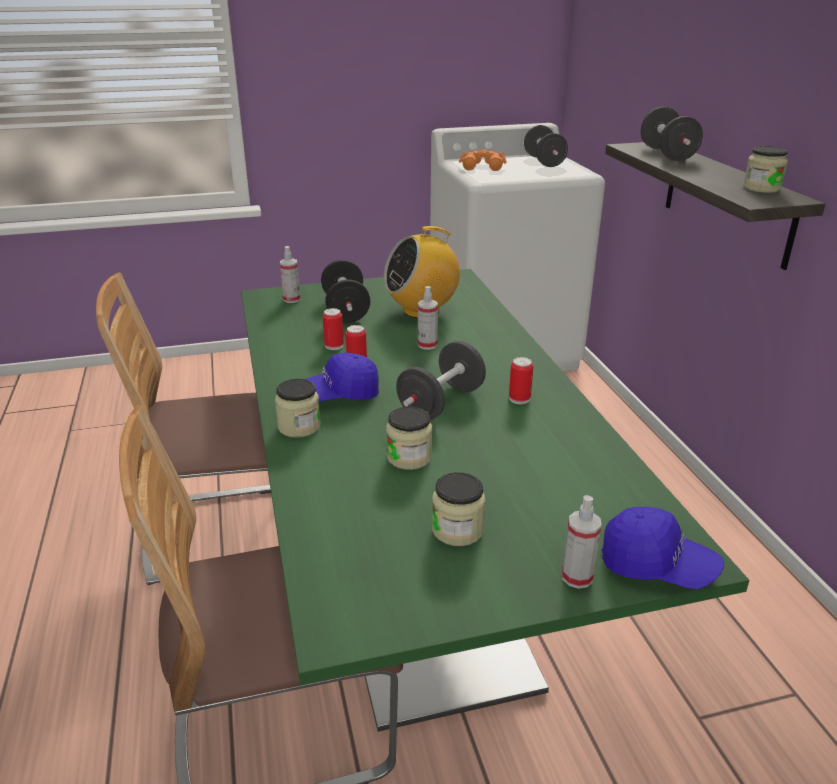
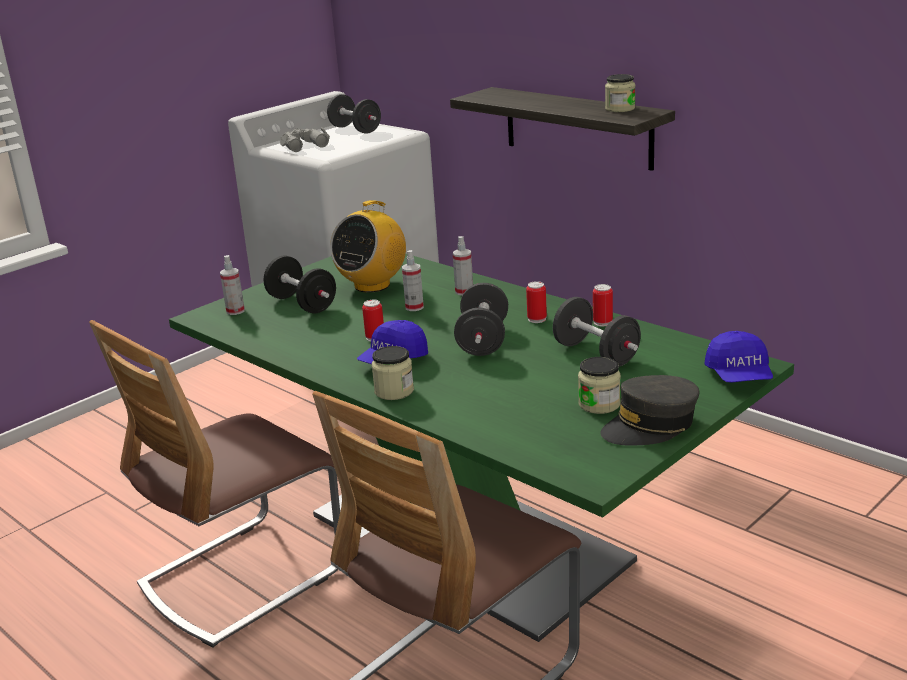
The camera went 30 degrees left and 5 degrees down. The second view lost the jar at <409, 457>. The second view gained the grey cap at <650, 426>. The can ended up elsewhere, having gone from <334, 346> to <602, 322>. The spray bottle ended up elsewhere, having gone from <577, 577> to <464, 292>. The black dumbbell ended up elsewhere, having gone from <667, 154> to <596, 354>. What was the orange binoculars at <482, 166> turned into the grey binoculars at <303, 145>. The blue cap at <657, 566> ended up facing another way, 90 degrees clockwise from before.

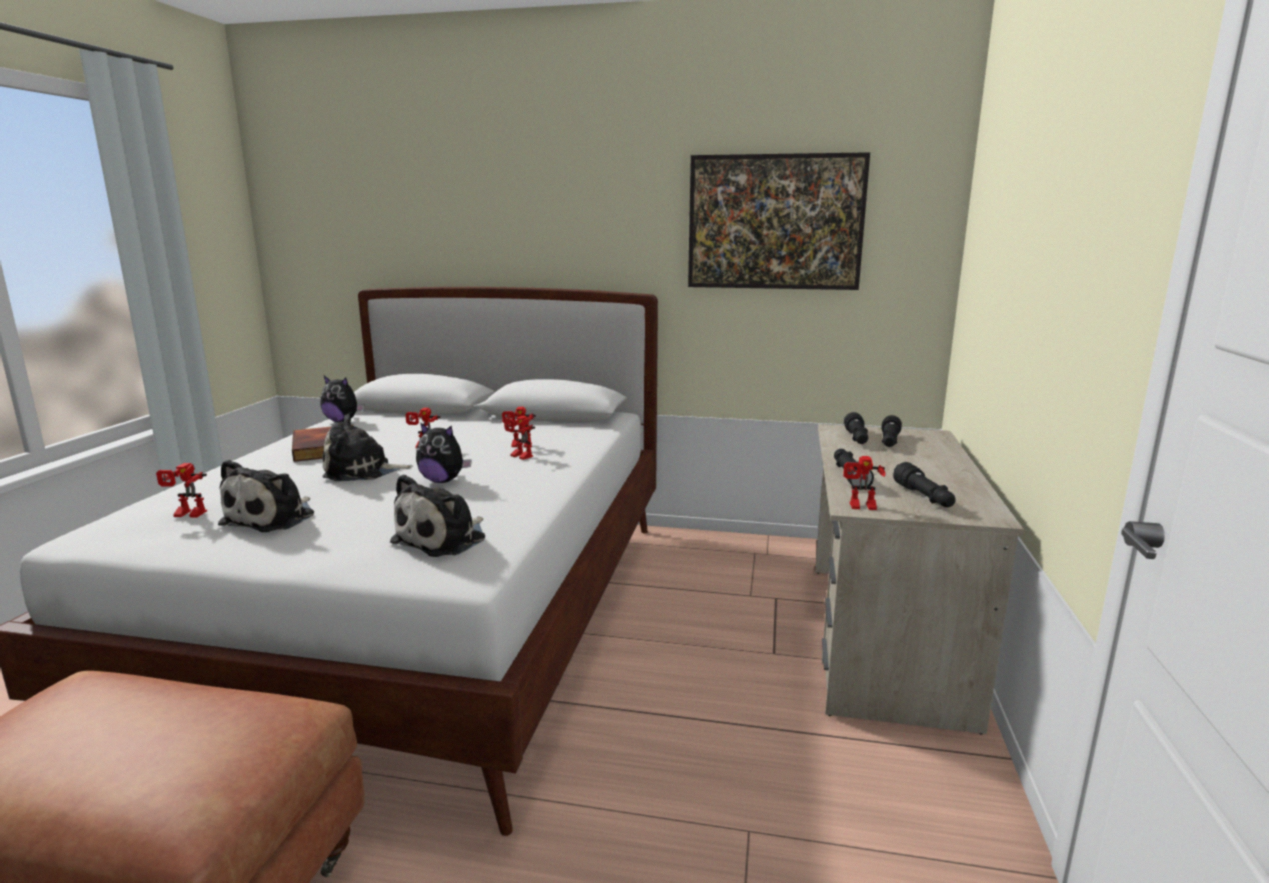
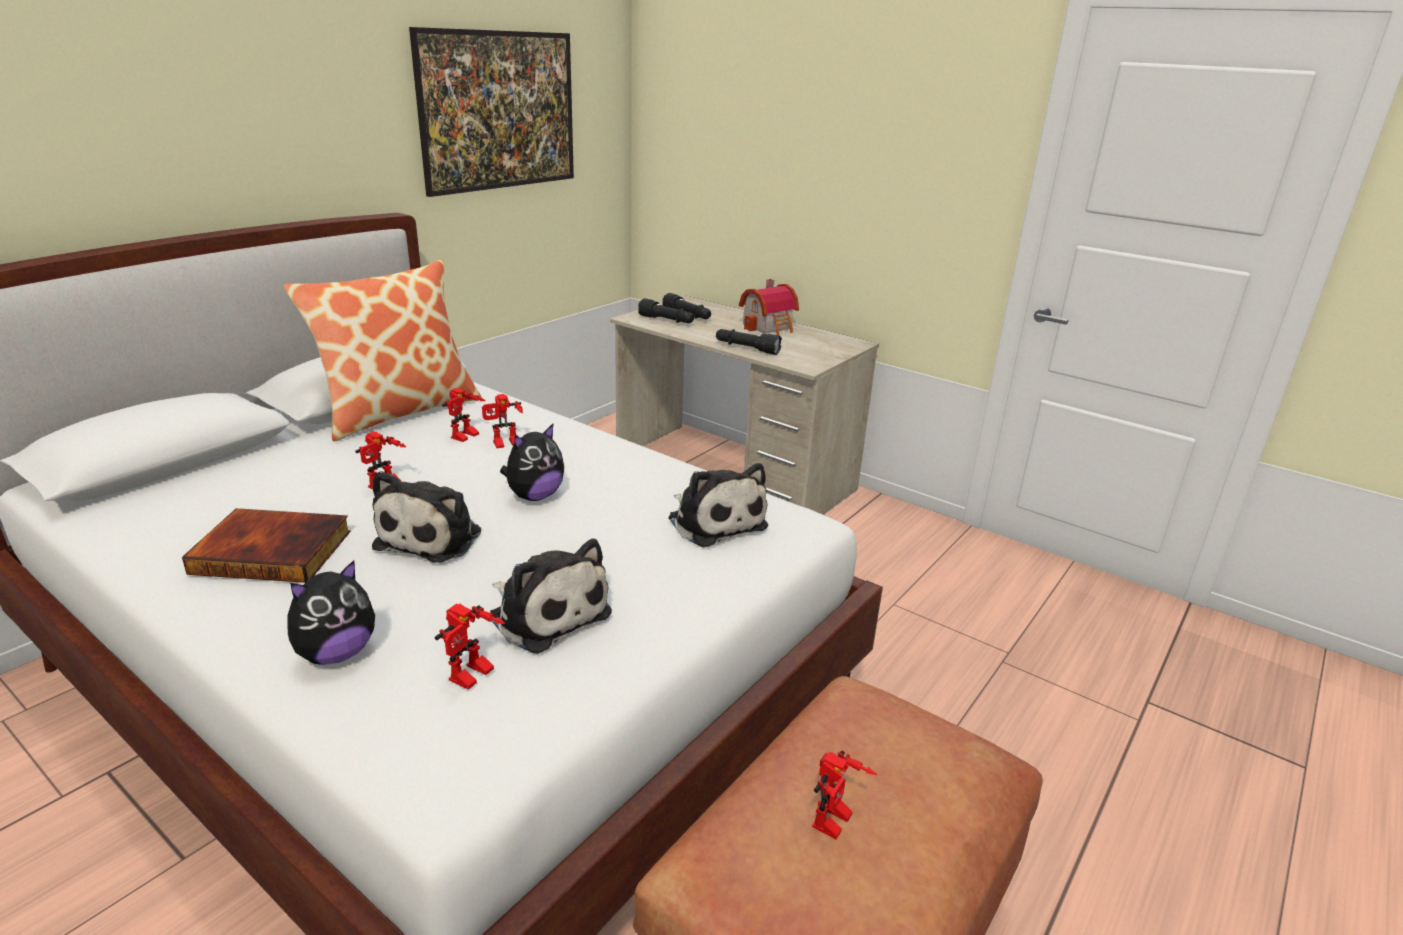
The camera went 65 degrees left and 10 degrees up. The second view lost the black flashlight at <924, 497>. The second view gained the pillow at <398, 411>. The second view gained the toy house at <770, 327>. The plush toy ended up elsewhere, having gone from <342, 421> to <336, 654>. The toy robot ended up elsewhere, having gone from <861, 507> to <836, 825>.

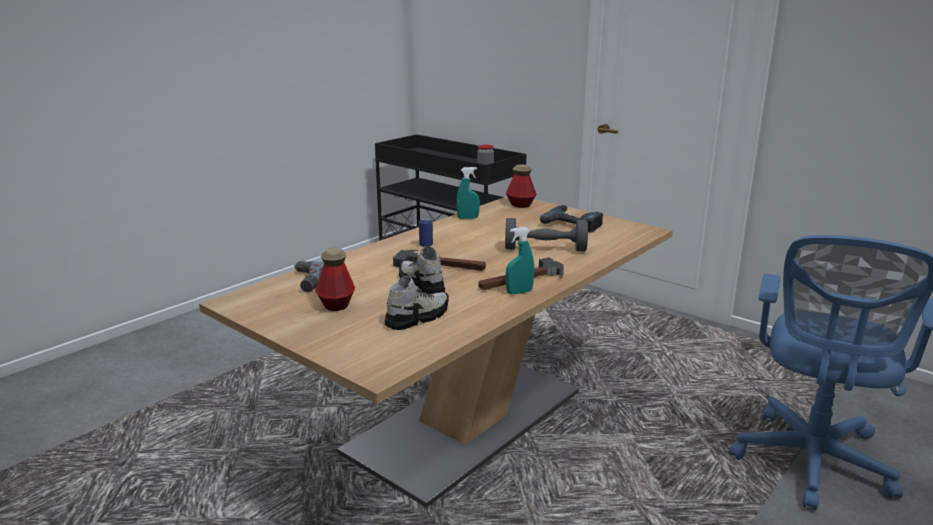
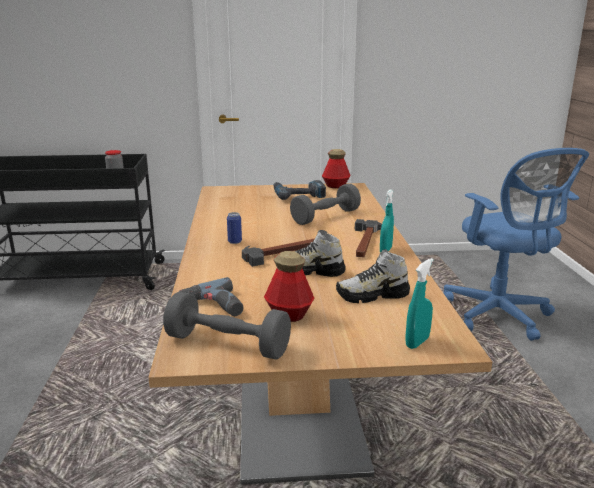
The camera went 45 degrees left and 0 degrees up. The second view gained the grey dumbbell at <227, 344>. The turquoise spray bottle ended up elsewhere, having gone from <468, 218> to <417, 342>. The bottle ended up elsewhere, having gone from <520, 205> to <335, 186>. The shoe at <417, 318> ended up facing another way, 105 degrees counterclockwise from before.

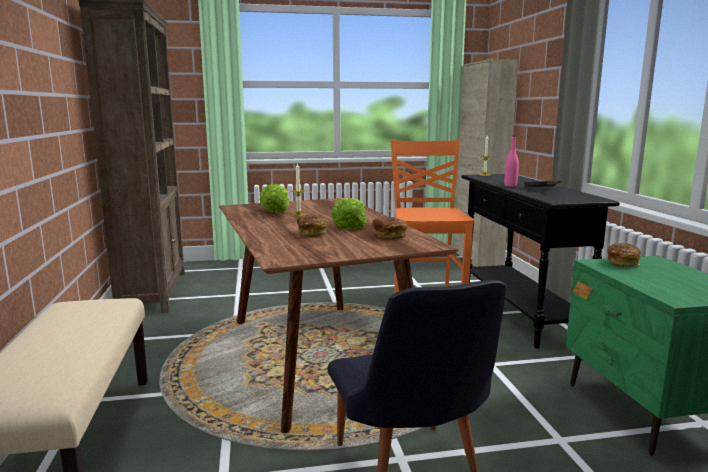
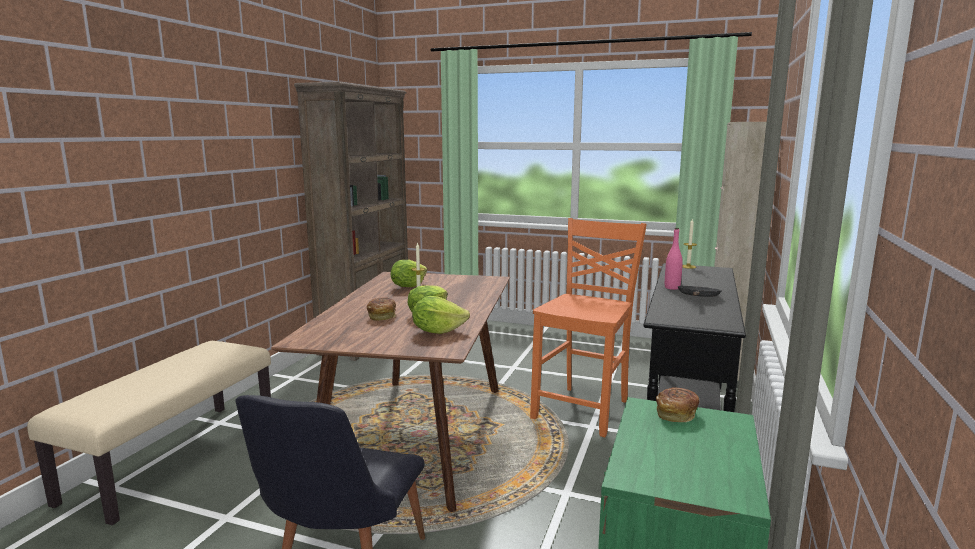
The camera went 30 degrees right and 0 degrees up. Where the bread stood at <388, 236>, the lettuce came to stand at <437, 331>.

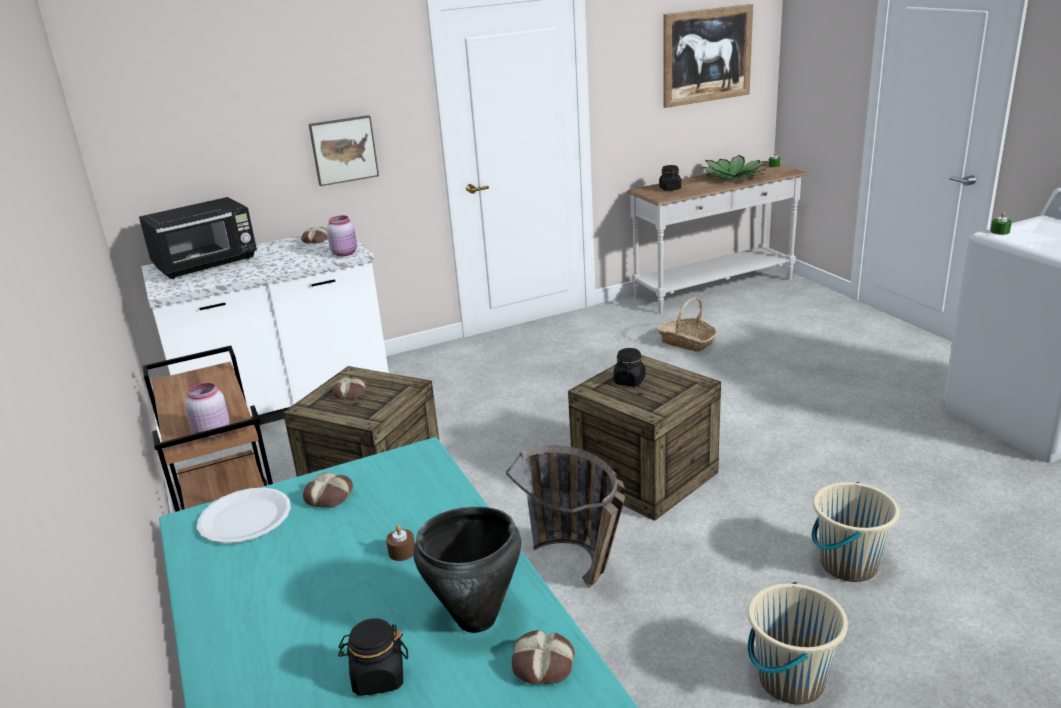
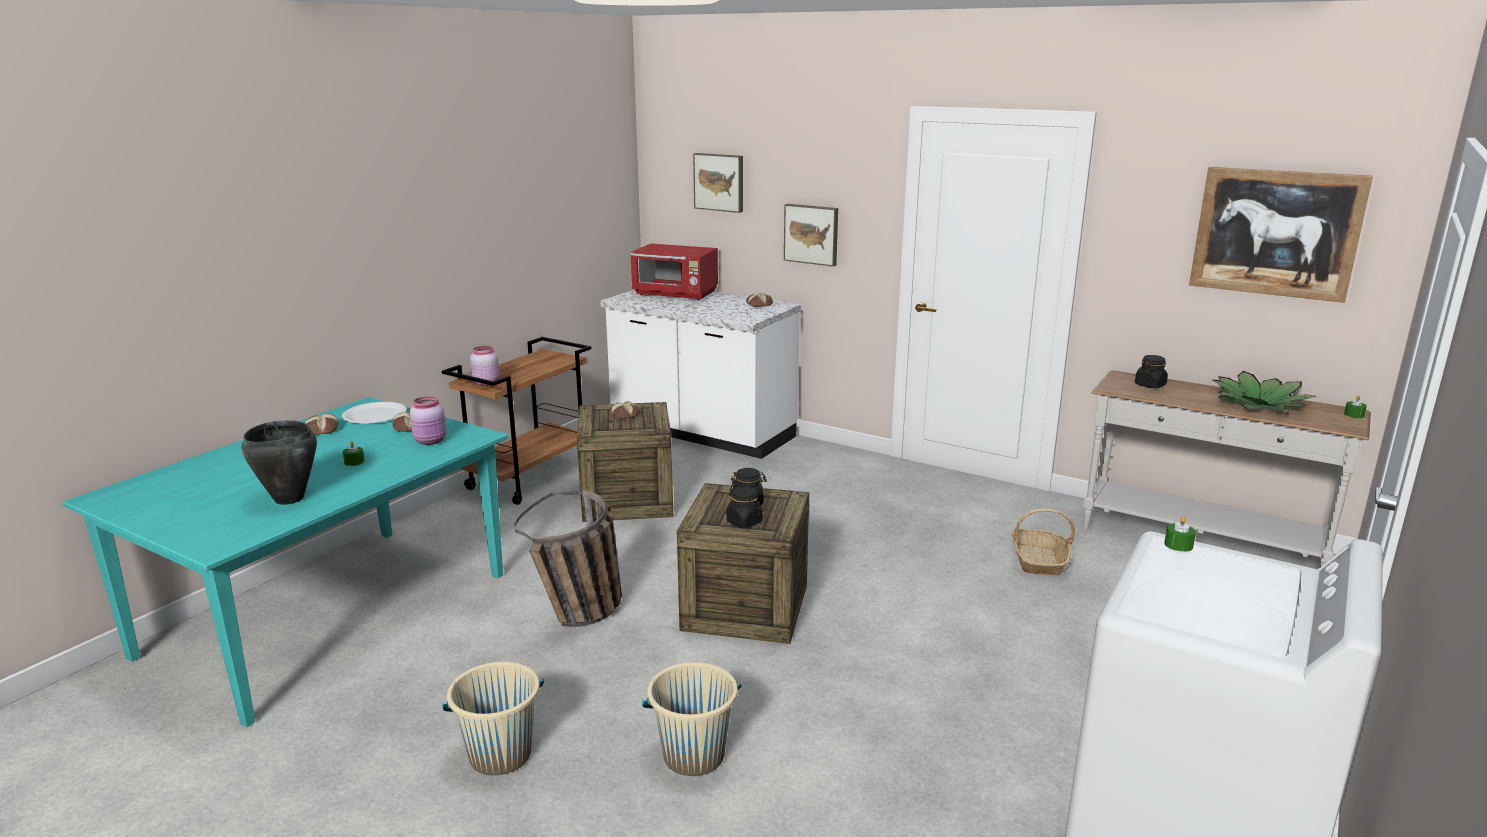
The camera went 55 degrees right and 5 degrees down. The second view gained the picture at <719, 182>. The pink jar ended up elsewhere, having gone from <345, 253> to <431, 441>. The black jar ended up elsewhere, having gone from <378, 677> to <744, 522>. The bread ended up elsewhere, having gone from <542, 665> to <321, 429>. What was the black microwave at <207, 264> turned into the red microwave at <676, 294>. What was the brown candle at <402, 552> turned into the green candle at <354, 462>.

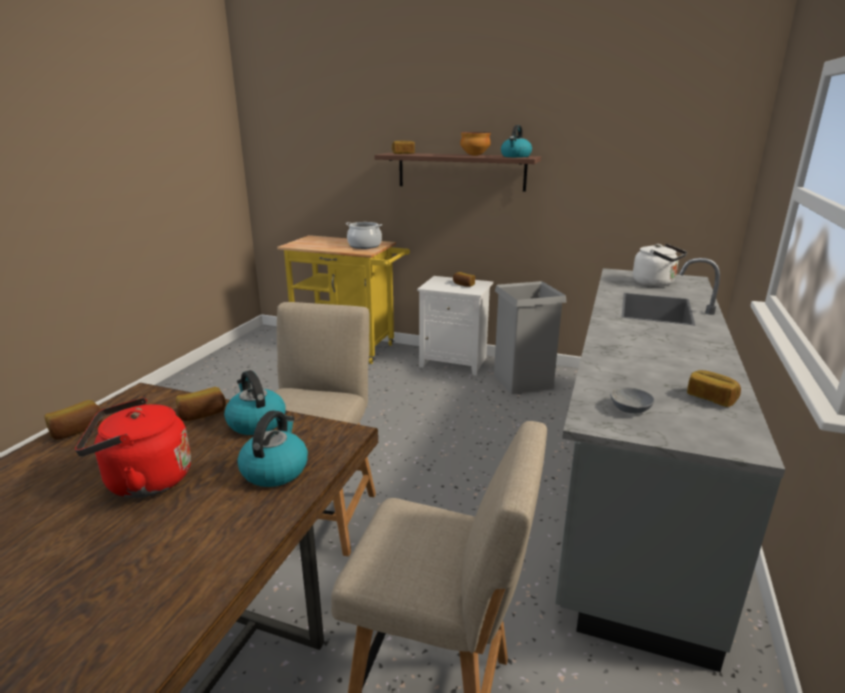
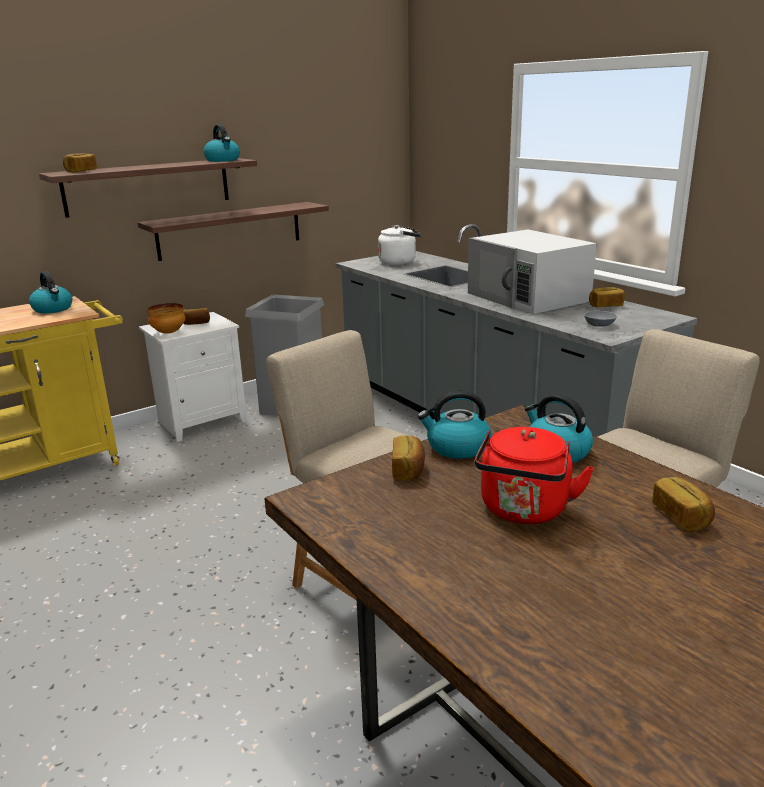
The camera went 55 degrees left and 0 degrees up. The second view gained the shelf at <230, 230>. The second view gained the white microwave at <528, 297>. The bread ended up elsewhere, having gone from <77, 431> to <682, 516>. The bowl ended up elsewhere, having gone from <474, 155> to <169, 333>. Where the cooking pot stood at <364, 246>, the kettle came to stand at <53, 309>.

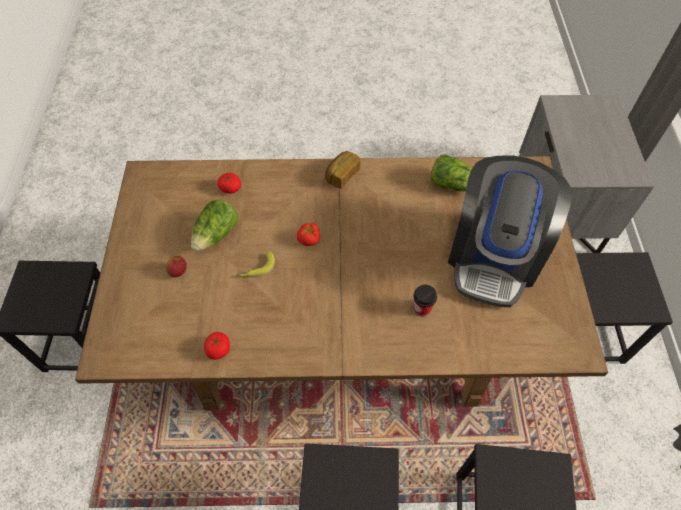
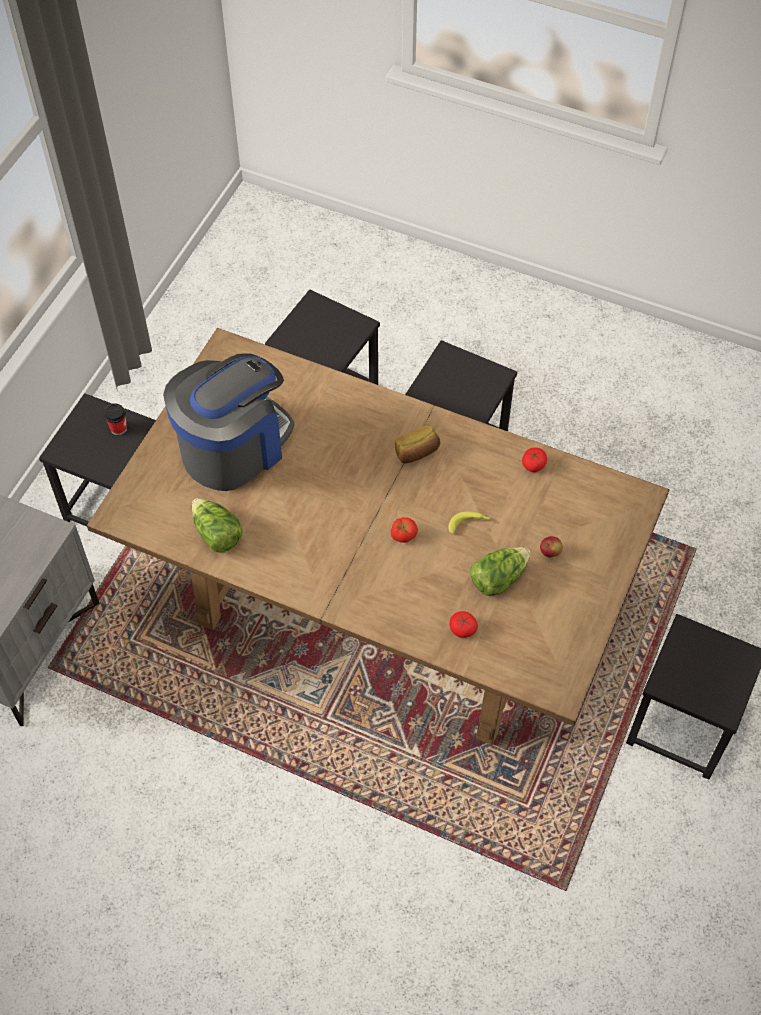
The camera went 155 degrees left and 0 degrees up. The bread ended up elsewhere, having gone from <341, 175> to <417, 452>. The cup ended up elsewhere, having gone from <422, 308> to <118, 428>.

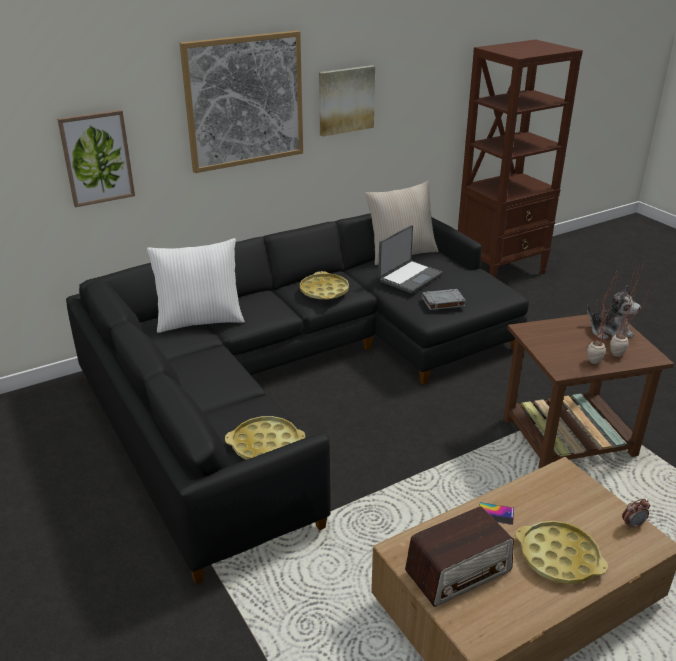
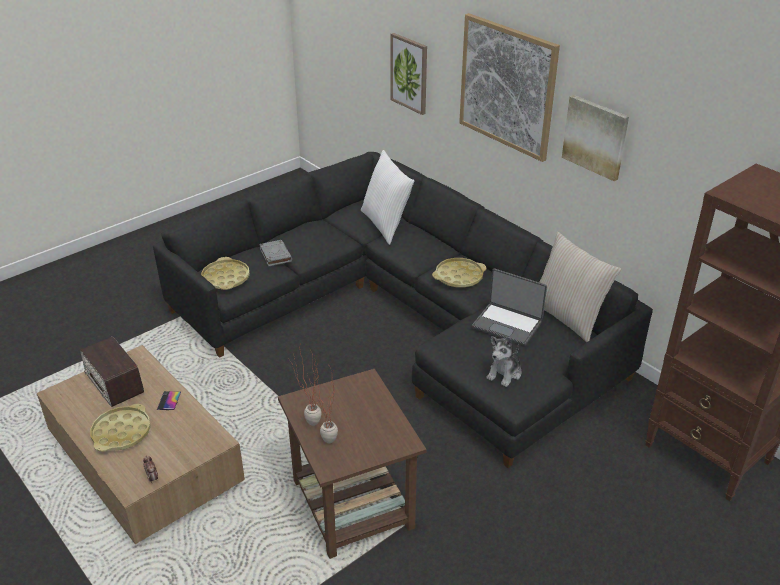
The camera went 80 degrees right and 5 degrees up. The grey book ended up elsewhere, having gone from <442, 302> to <275, 255>. The plush toy ended up elsewhere, having gone from <609, 333> to <505, 373>.

